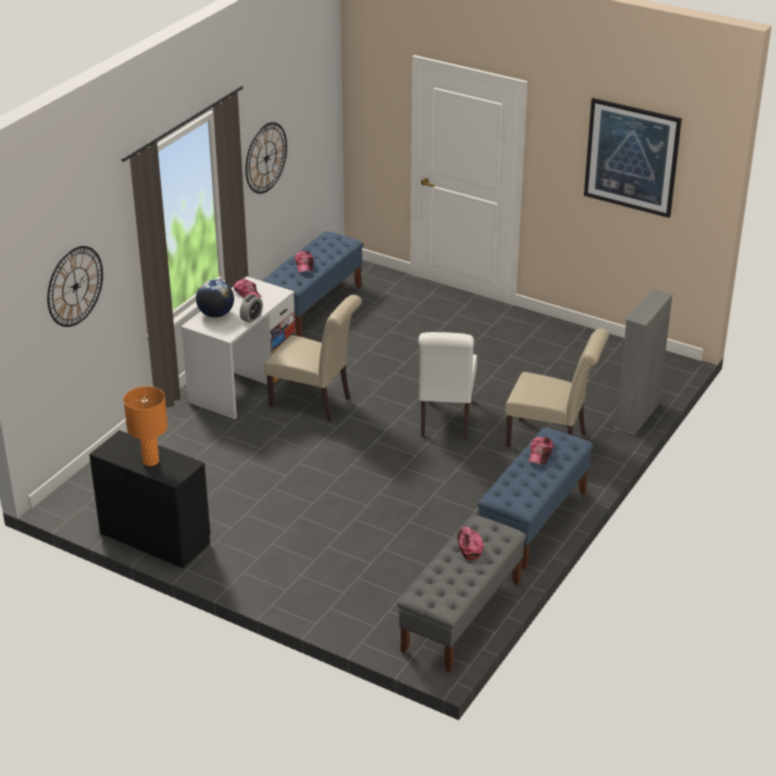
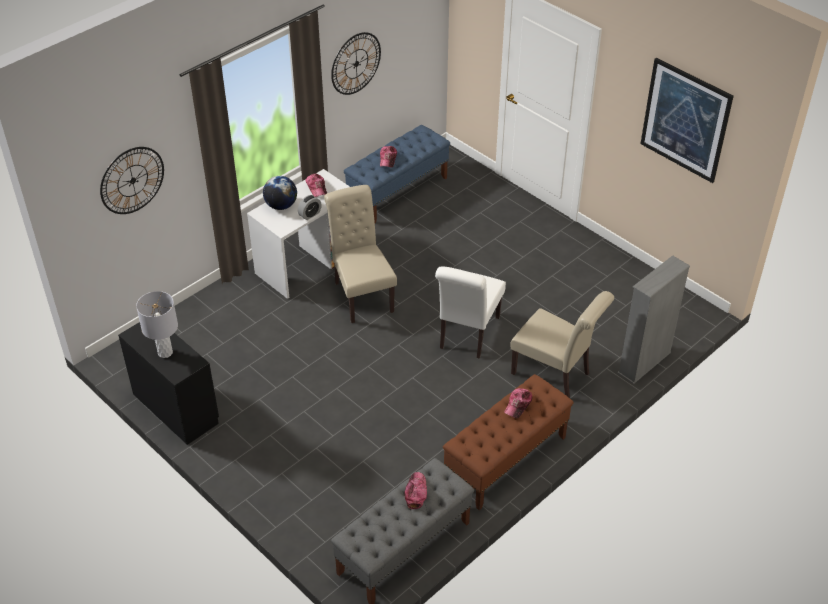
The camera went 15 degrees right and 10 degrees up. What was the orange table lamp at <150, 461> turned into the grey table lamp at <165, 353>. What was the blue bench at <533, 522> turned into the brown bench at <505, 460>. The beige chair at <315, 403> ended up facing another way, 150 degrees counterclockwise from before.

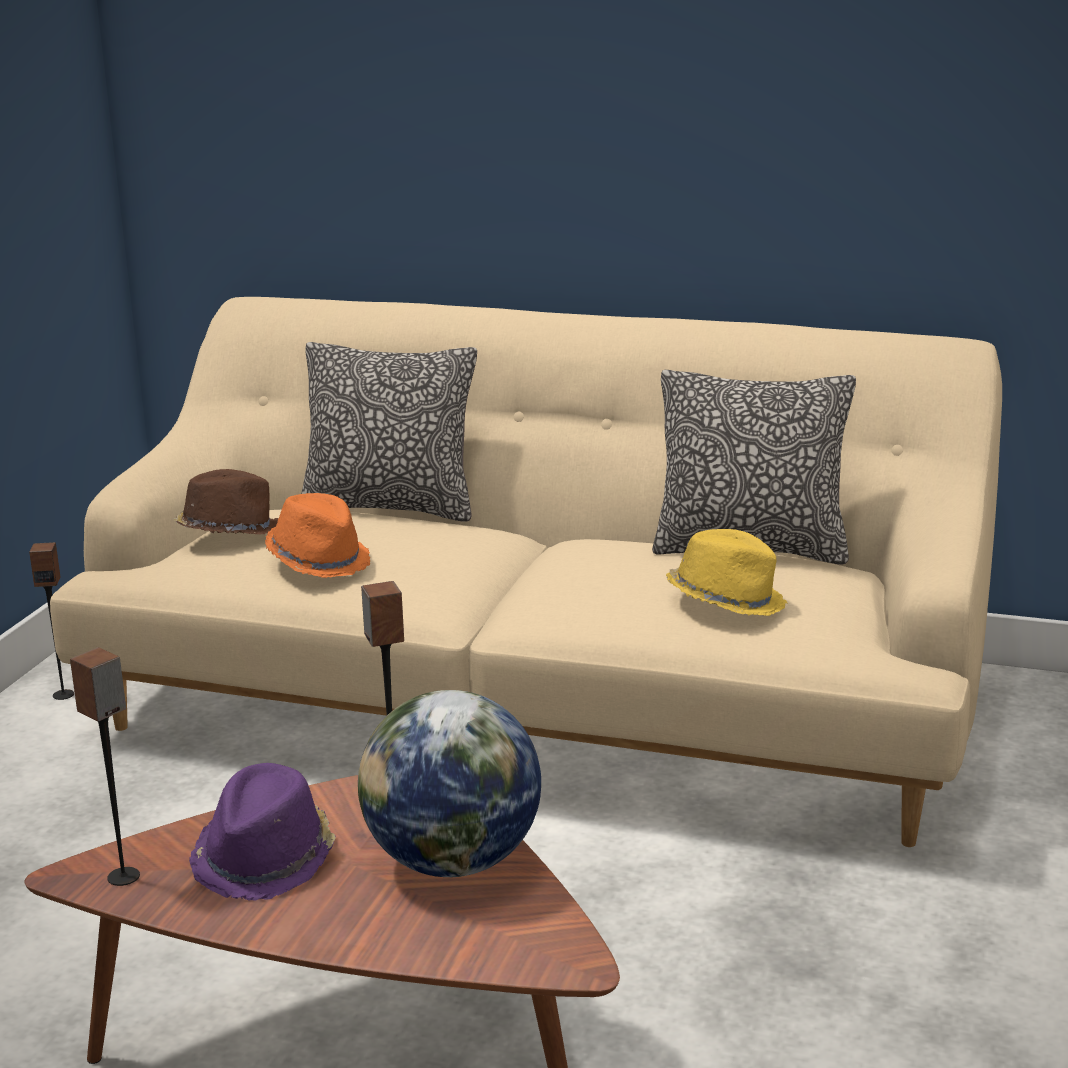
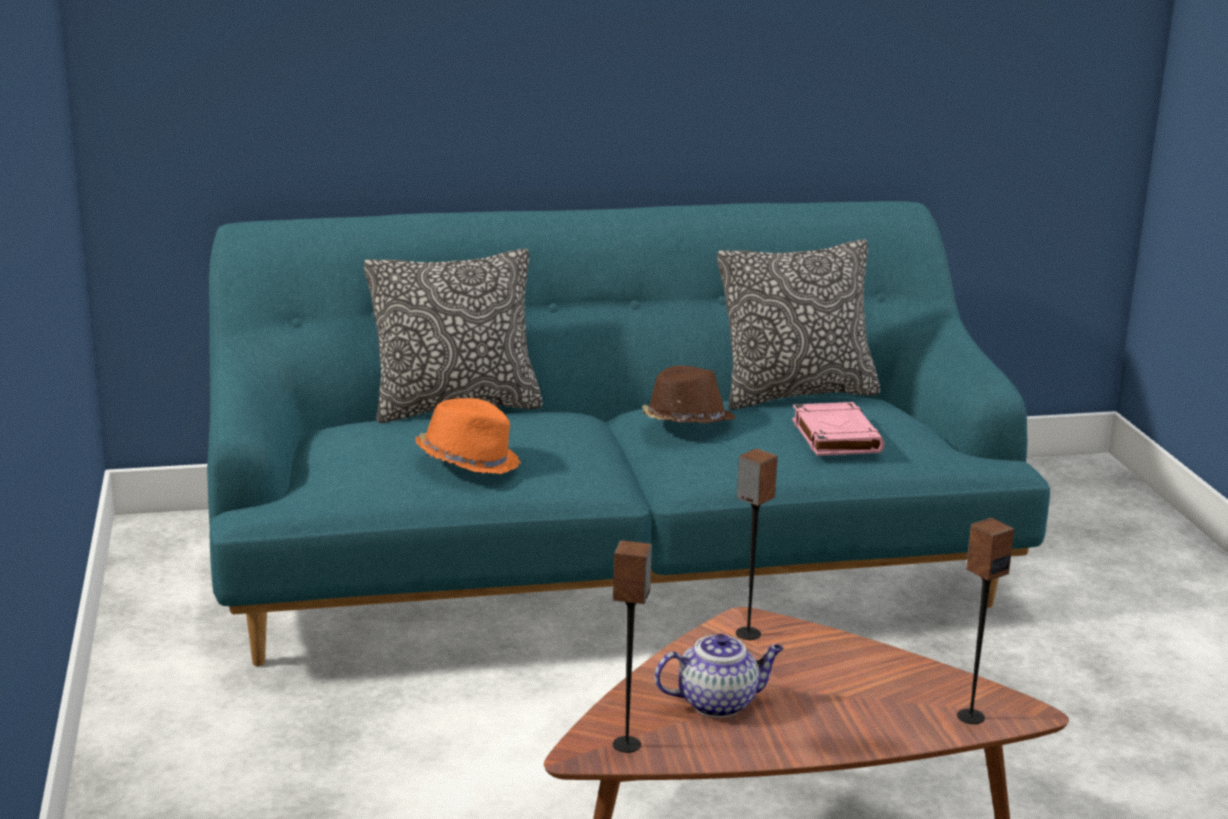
The camera went 30 degrees left and 0 degrees up. The second view lost the globe at <453, 862>. The speaker ended up elsewhere, having gone from <63, 694> to <970, 716>. The brown hat ended up elsewhere, having gone from <229, 532> to <686, 423>. Where the purple hat stood at <266, 859>, the teapot came to stand at <718, 703>. Where the yellow hat stood at <726, 600>, the pink book came to stand at <835, 436>. What was the beige sofa at <538, 706> turned into the turquoise sofa at <610, 565>.

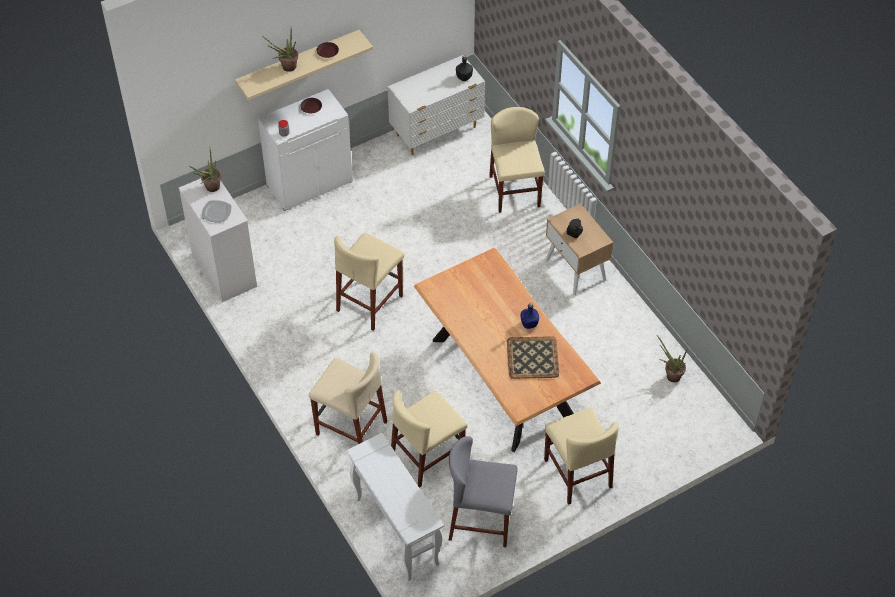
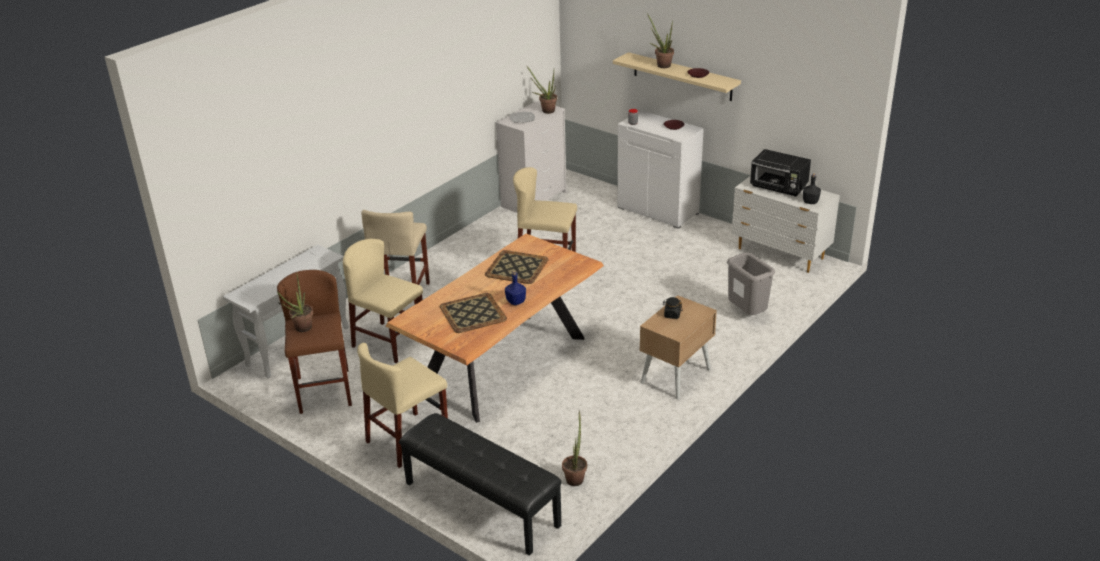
The camera went 70 degrees right and 20 degrees down. The second view gained the potted plant at <301, 329>. The second view gained the black bench at <480, 504>. The second view gained the tray at <516, 267>. The second view gained the black microwave at <779, 187>. Where the beige chair stood at <514, 191>, the grey trash can came to stand at <747, 314>. What was the grey stool at <481, 522> turned into the brown stool at <324, 391>.

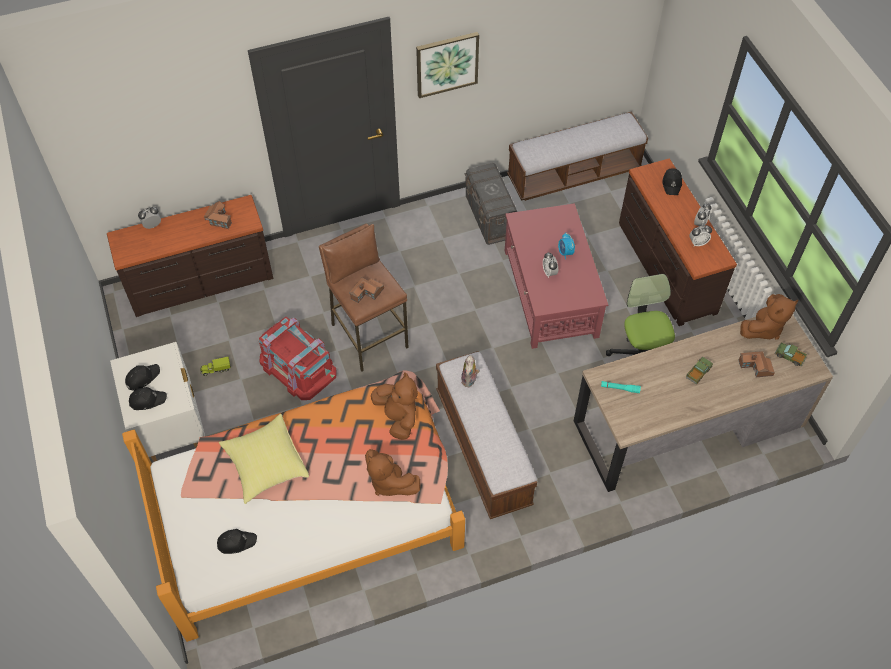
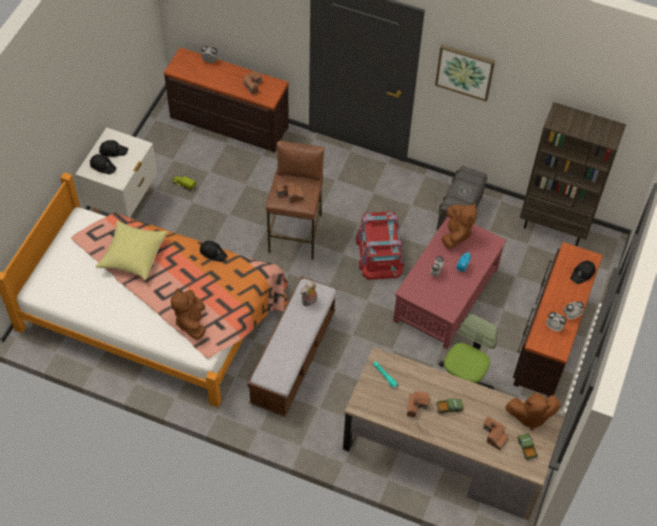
The camera went 40 degrees right and 0 degrees up. The second view gained the toy house at <417, 405>. The black cap ended up elsewhere, having gone from <236, 542> to <213, 252>. The red storage box ended up elsewhere, having gone from <298, 367> to <380, 253>. The brown plush toy ended up elsewhere, having gone from <398, 417> to <456, 234>. Where the bench stood at <574, 174>, the brown bookcase came to stand at <554, 226>.

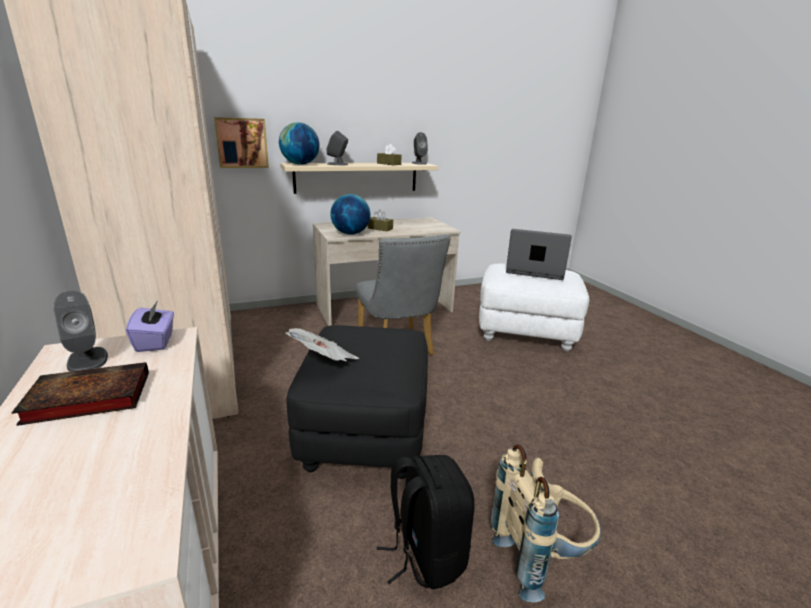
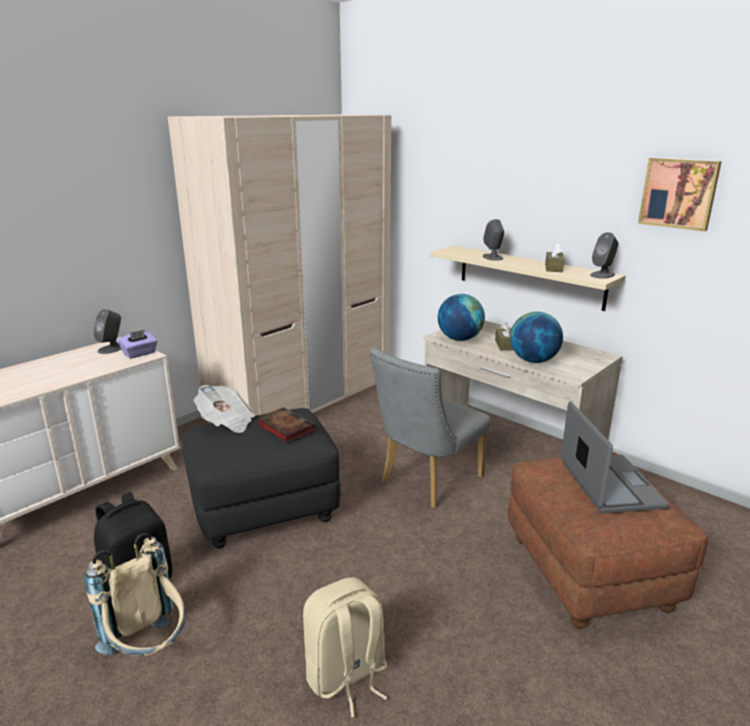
The camera went 65 degrees right and 0 degrees up. The second view gained the beige backpack at <346, 676>. The book ended up elsewhere, having gone from <85, 399> to <284, 428>. The picture ended up elsewhere, having gone from <242, 143> to <679, 193>. The globe ended up elsewhere, having gone from <300, 164> to <533, 360>. What was the white ottoman at <525, 332> turned into the brown ottoman at <588, 572>.

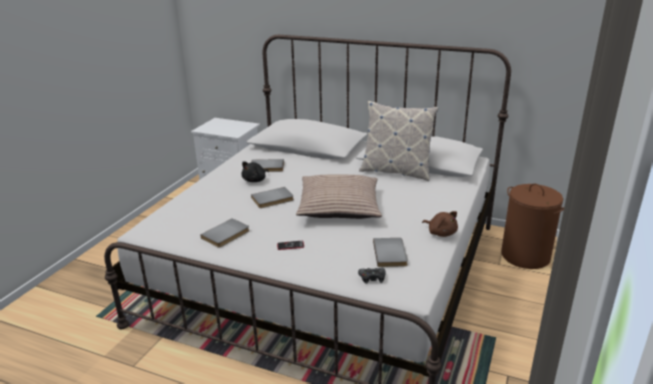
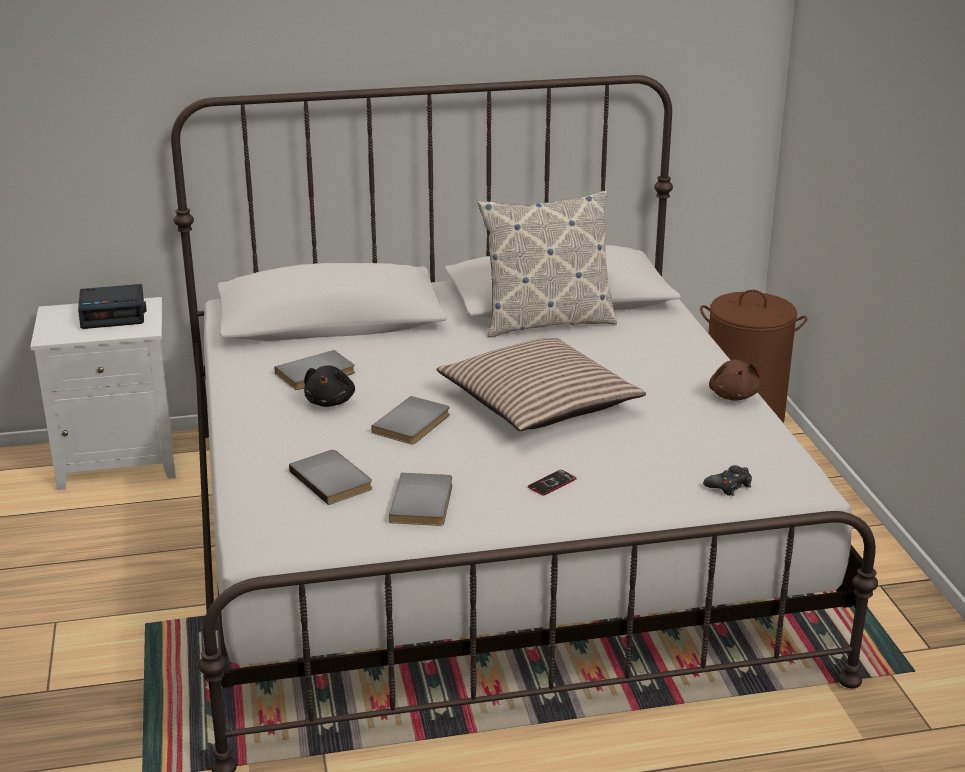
The camera went 35 degrees left and 0 degrees up. The second view gained the alarm clock at <114, 314>. The grey book ended up elsewhere, having gone from <391, 254> to <333, 479>. The brown plush toy at <441, 233> ended up facing another way, 75 degrees clockwise from before.

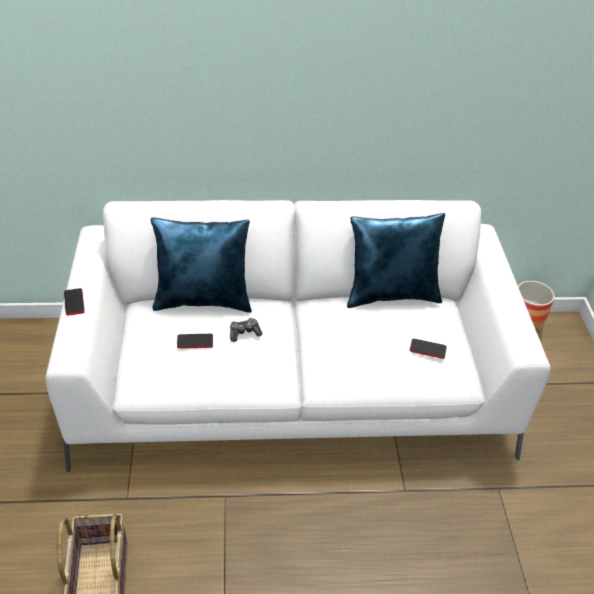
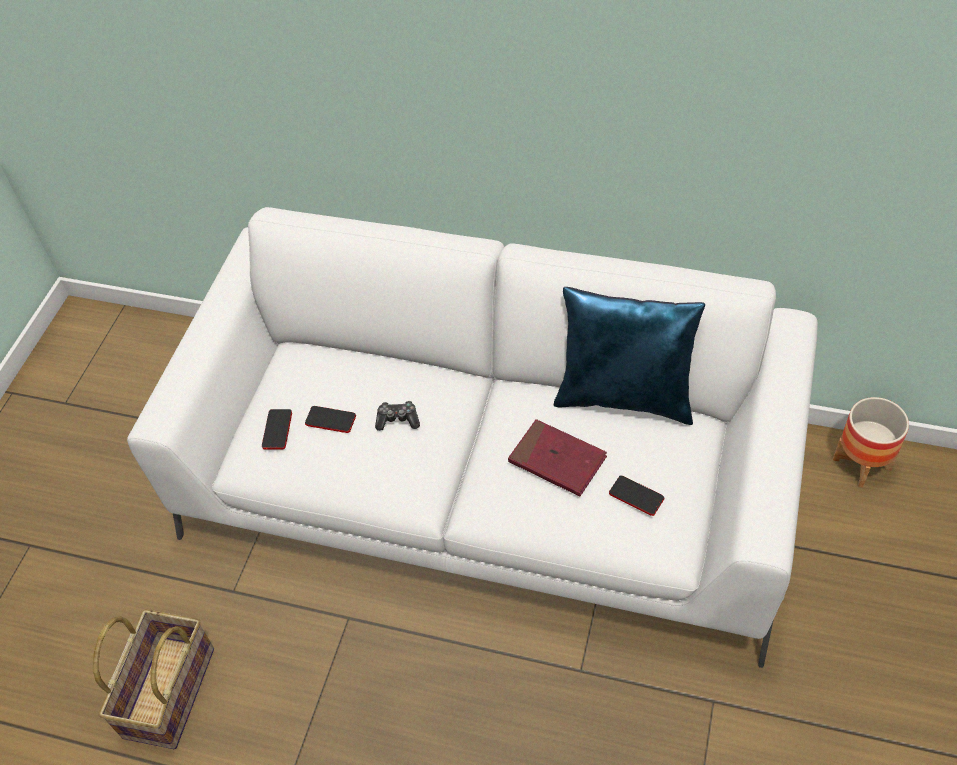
The camera went 25 degrees right and 10 degrees up. The second view lost the blue pillow at <203, 300>. The second view gained the red book at <557, 460>. The phone ended up elsewhere, having gone from <74, 302> to <277, 430>.

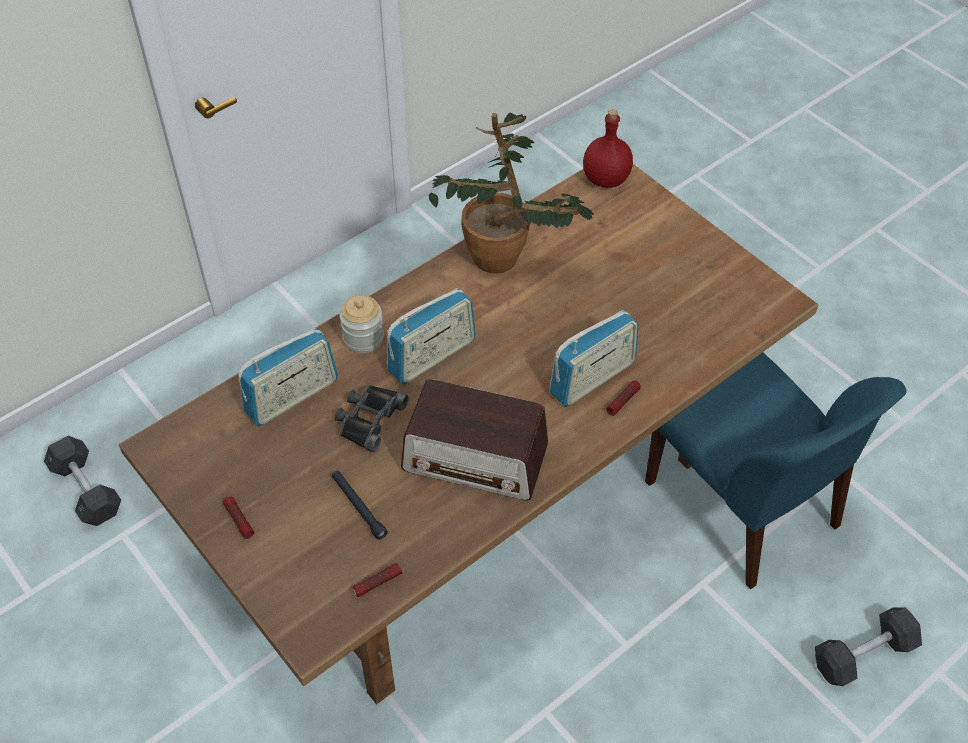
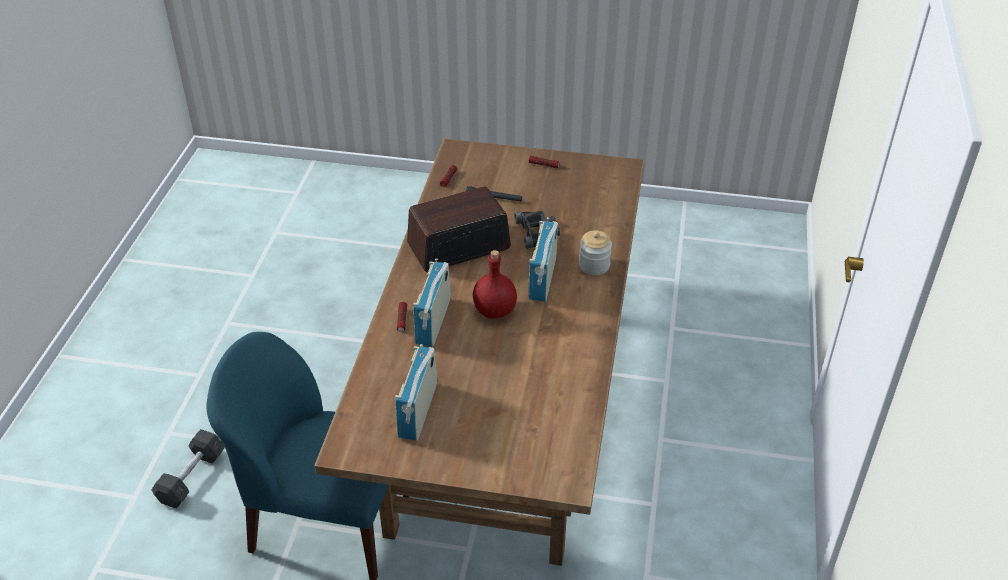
The camera went 140 degrees right and 10 degrees down. The second view lost the grey dumbbell at <86, 490>. The second view lost the potted plant at <505, 262>. The radio ended up elsewhere, having gone from <292, 397> to <418, 411>. The red bottle ended up elsewhere, having gone from <605, 178> to <495, 311>.

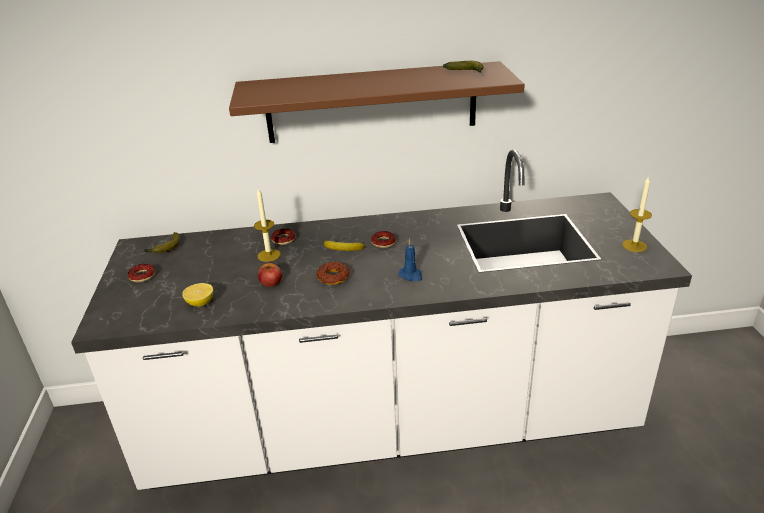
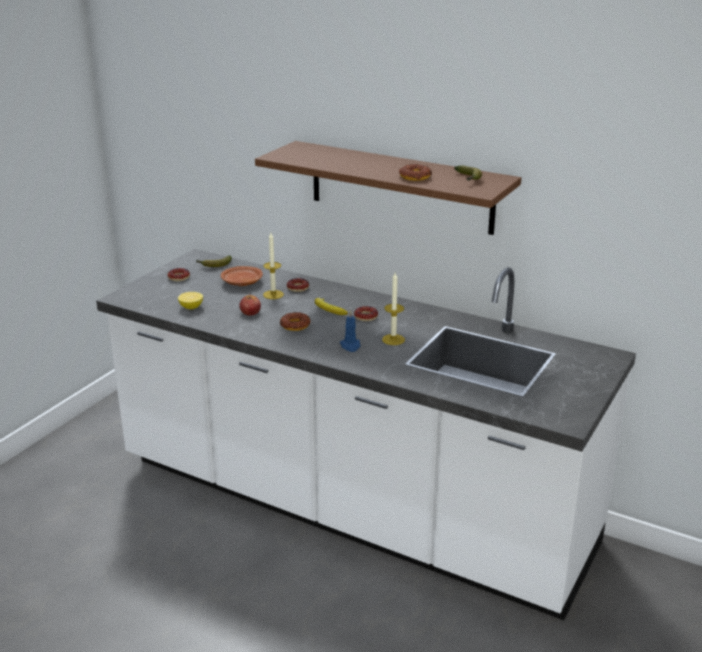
The camera went 35 degrees right and 5 degrees down. The second view gained the brown plate at <241, 282>. The second view gained the donut at <415, 177>. The candle ended up elsewhere, having gone from <634, 245> to <393, 339>.

